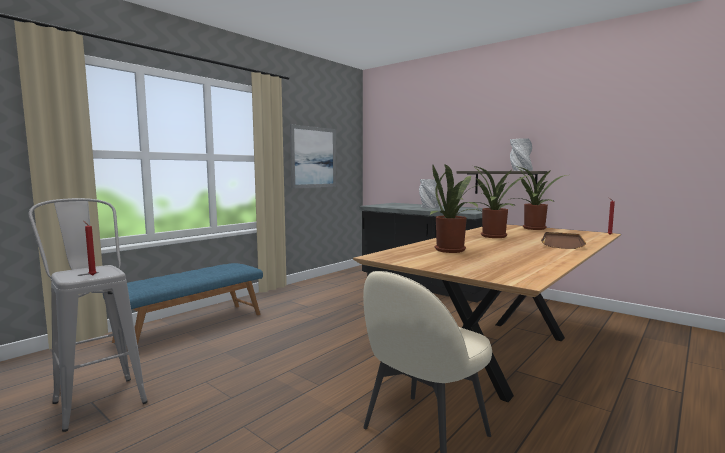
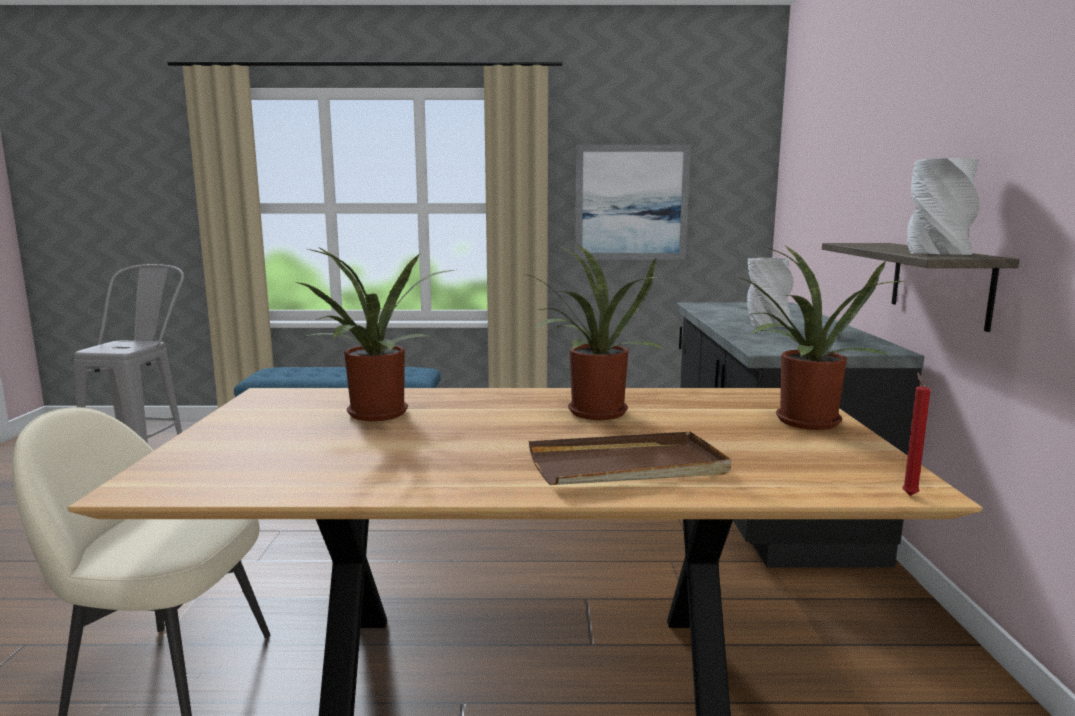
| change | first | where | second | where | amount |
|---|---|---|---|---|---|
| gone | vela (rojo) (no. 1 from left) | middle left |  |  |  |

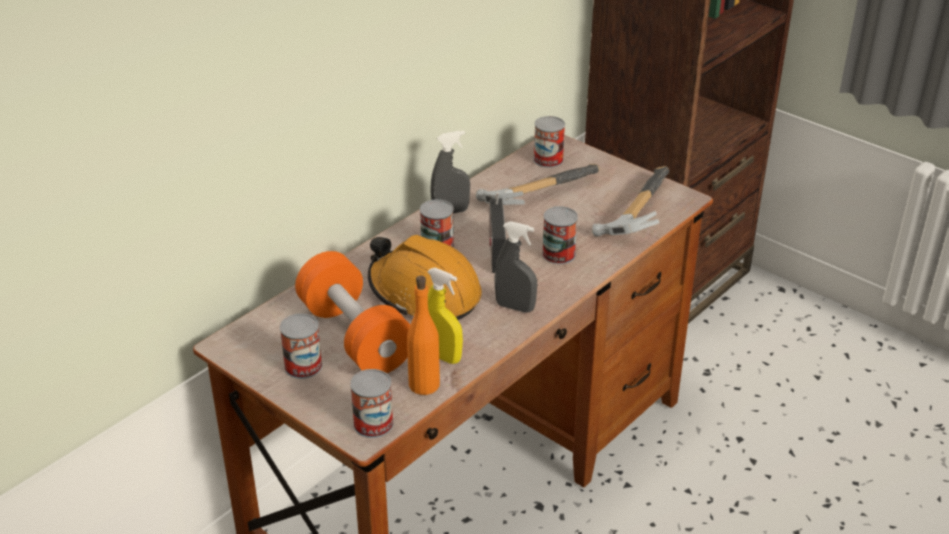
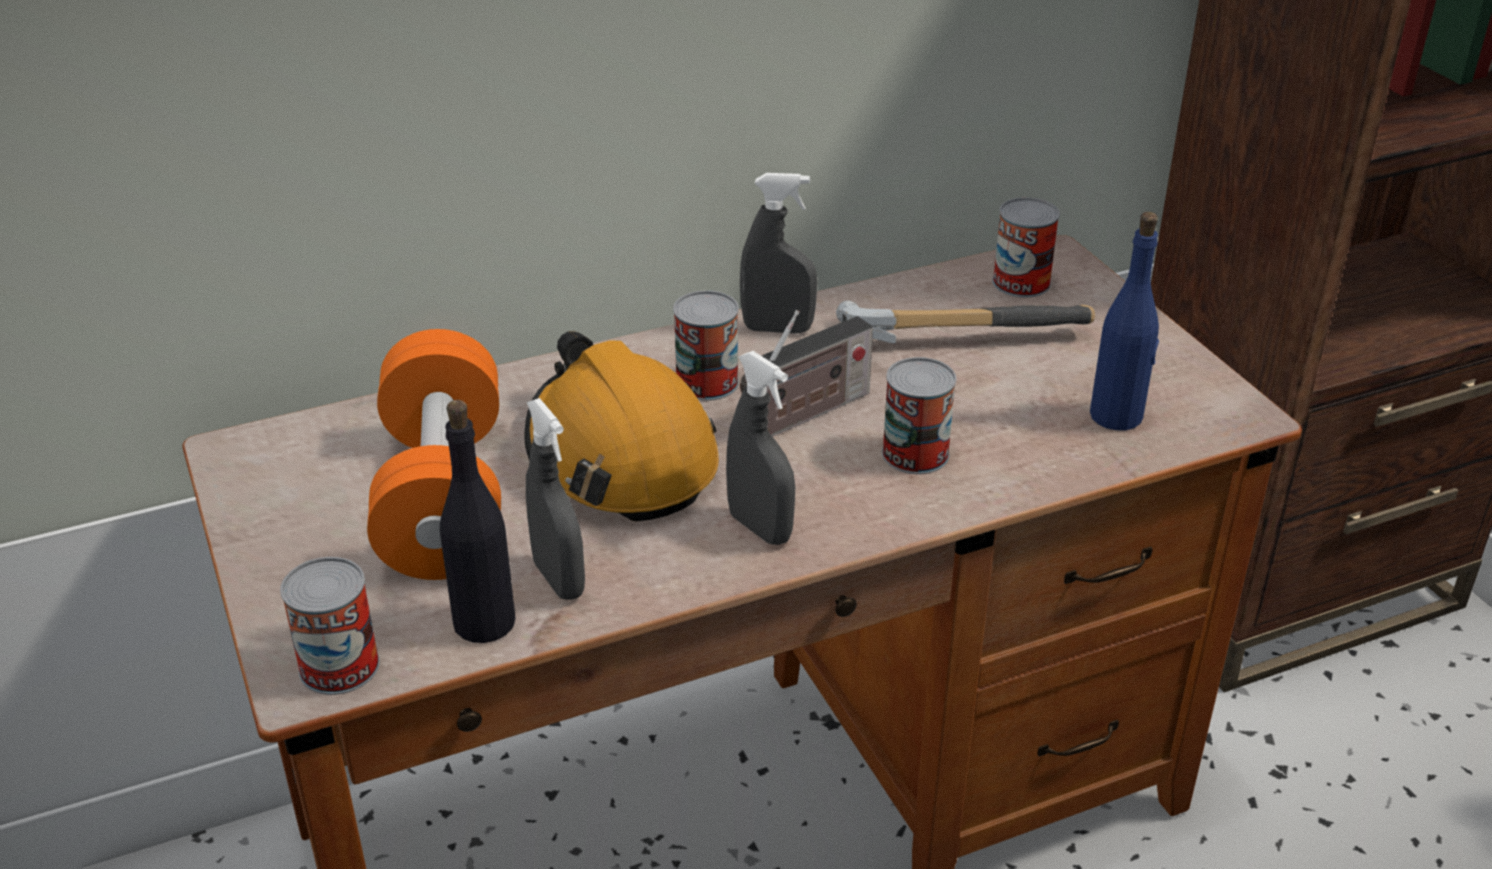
| change | first | where | second | where | amount |
|---|---|---|---|---|---|
| gone | lata (no. 1 from left) | middle left |  |  |  |
| swapped | martillo (no. 2 from left) | centre | botella (azul) | middle right |  |
| repainted | botella (naranja) | centre | botella (negro) | middle left |  |
| repainted | pulverizador (amarillo) | centre | pulverizador (gris) (no. 1 from left) | centre |  |
| rotated | radio | centre |  | centre | 150 degrees counterclockwise |

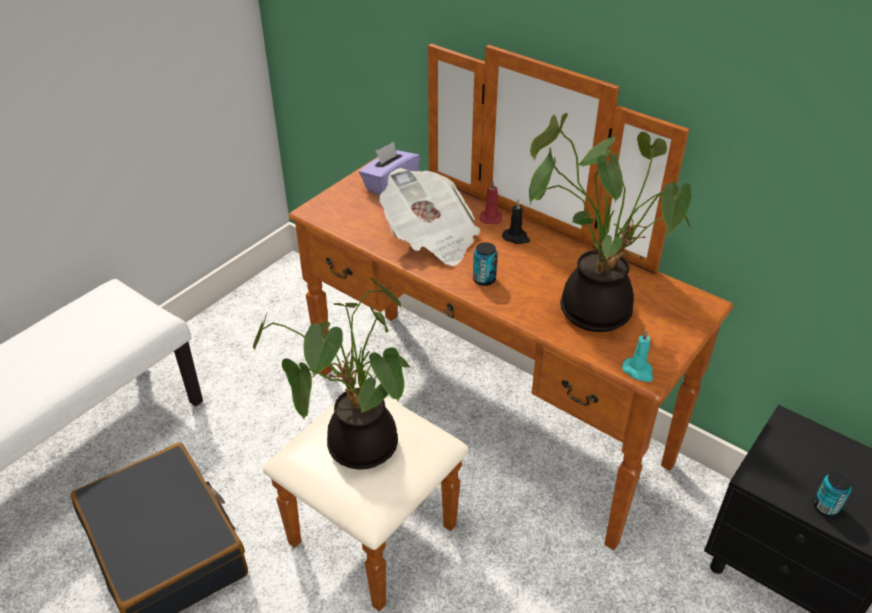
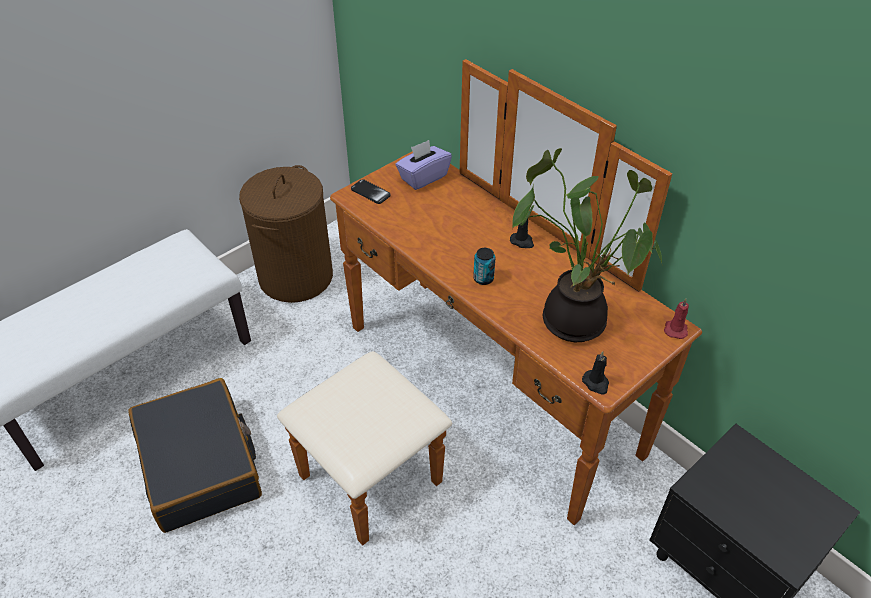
| change | first | where | second | where | amount |
|---|---|---|---|---|---|
| gone | planta en maceta (no. 1 from left) | centre |  |  |  |
| gone | periódico | centre |  |  |  |
| gone | lata (no. 2 from left) | bottom right |  |  |  |
| new |  |  | cesto de la ropa (marrón) | middle left |  |
| new |  |  | móvil | top centre |  |
| shifted | vela (rojo) | top centre |  | middle right |  |
| repainted | vela (turquesa) | middle right | vela (negro) (no. 2 from left) | middle right |  |

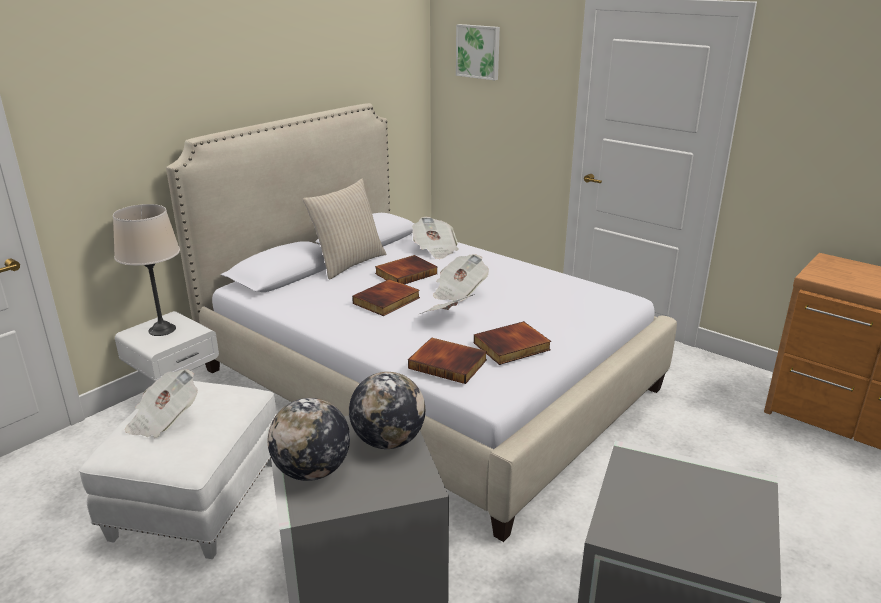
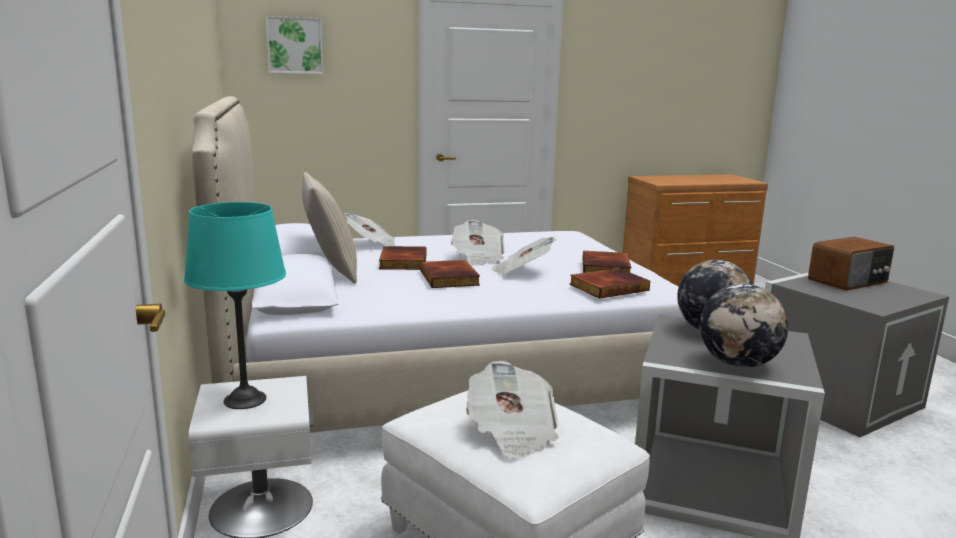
| change | first | where | second | where | amount |
|---|---|---|---|---|---|
| new |  |  | radio | middle right |  |
| repainted | lámpara de mesa (beis) | middle left | lámpara de mesa (turquesa) | middle left |  |

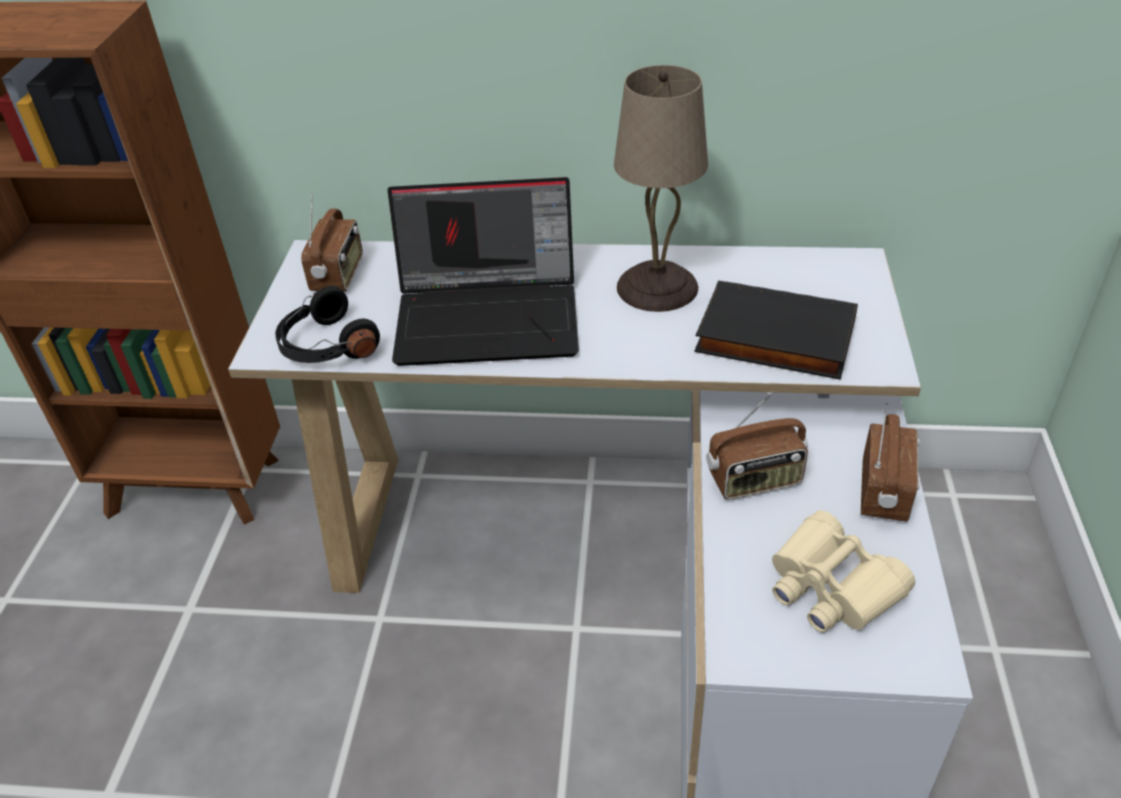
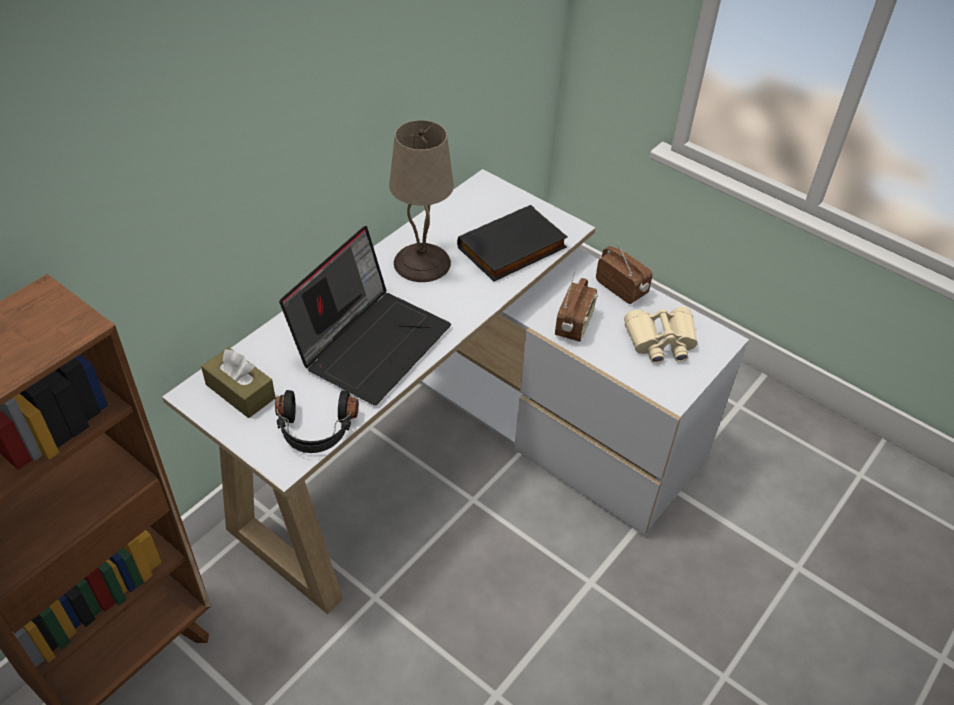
| change | first | where | second | where | amount |
|---|---|---|---|---|---|
| swapped | radio (no. 1 from left) | top left | caja de pañuelos (marrón) | middle left |  |

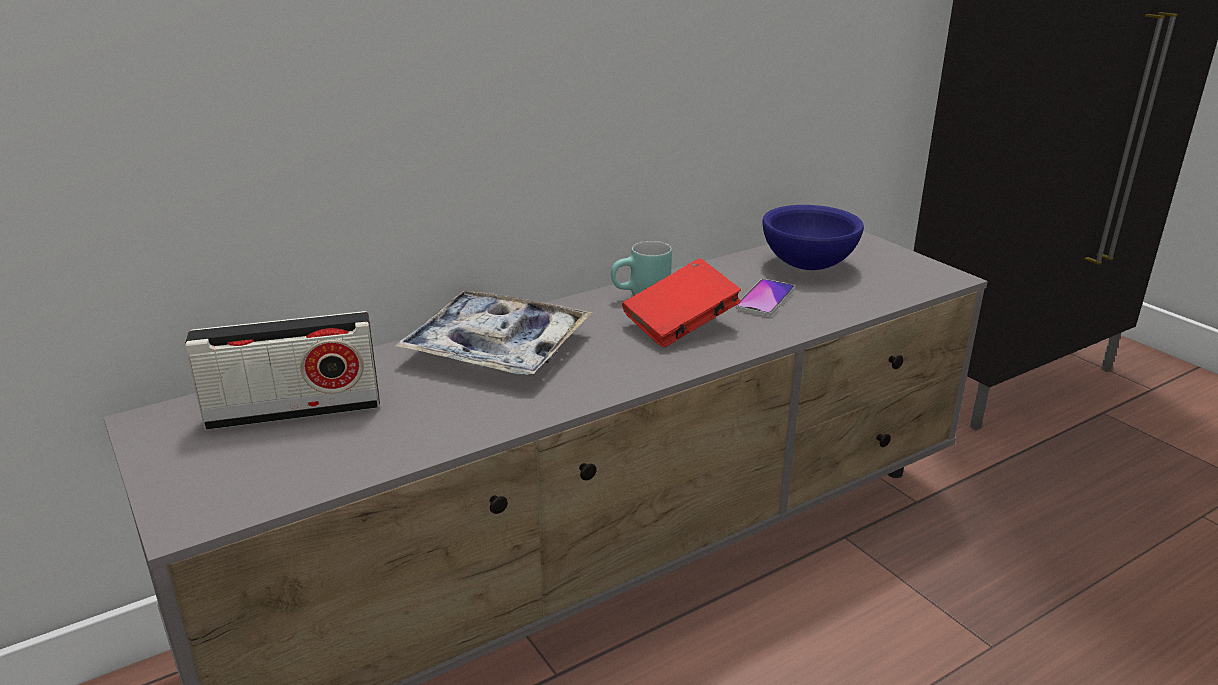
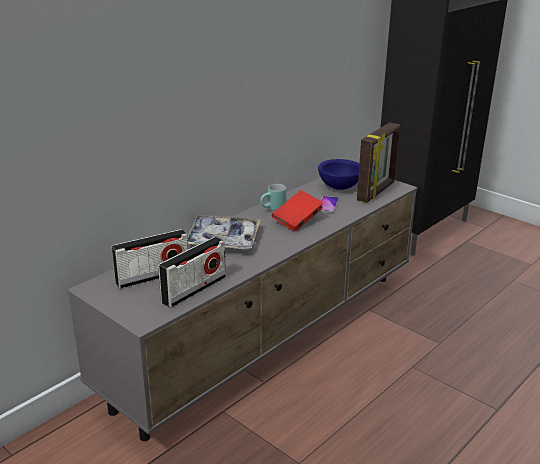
| change | first | where | second | where | amount |
|---|---|---|---|---|---|
| new |  |  | radio (no. 2 from left) | centre |  |
| new |  |  | portarretratos | middle right |  |

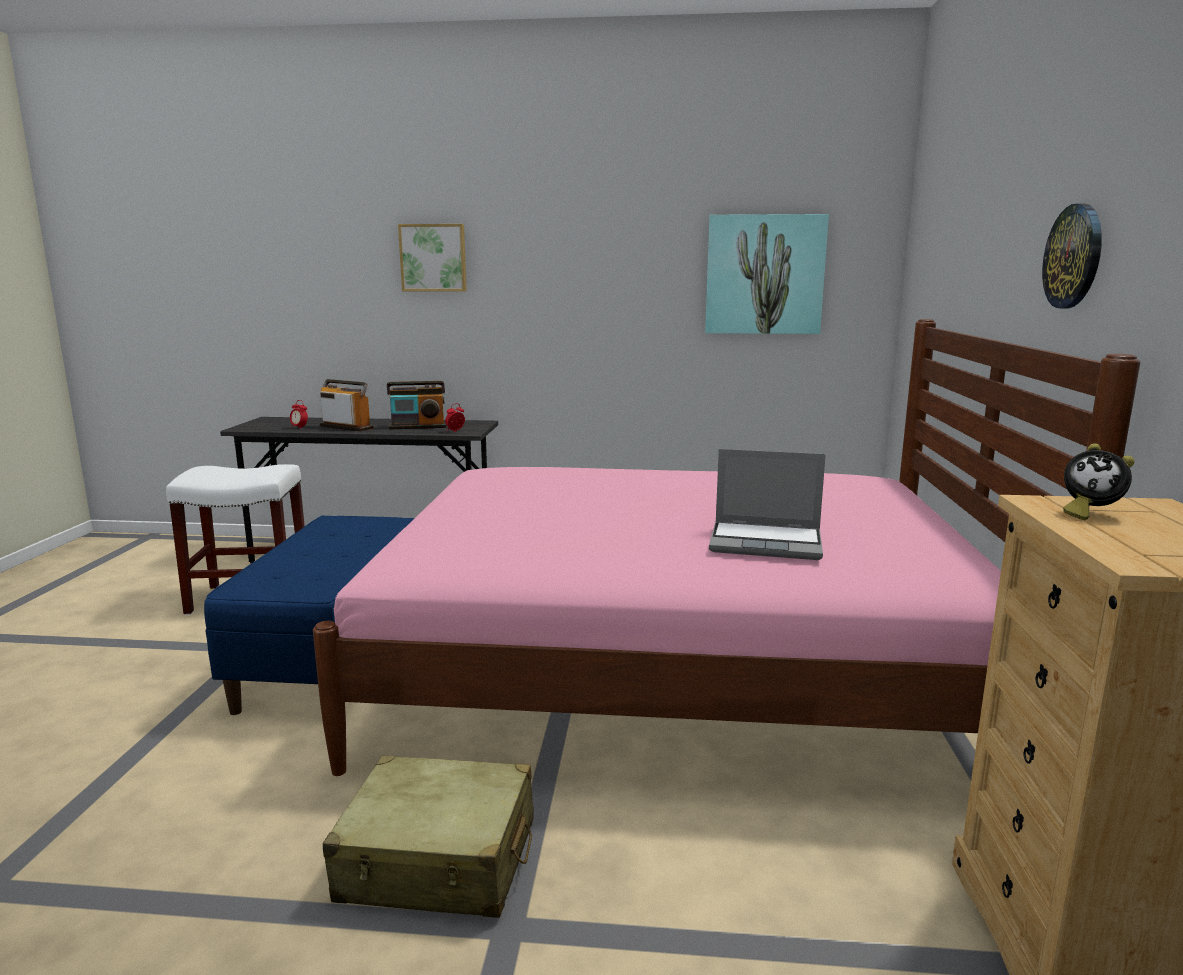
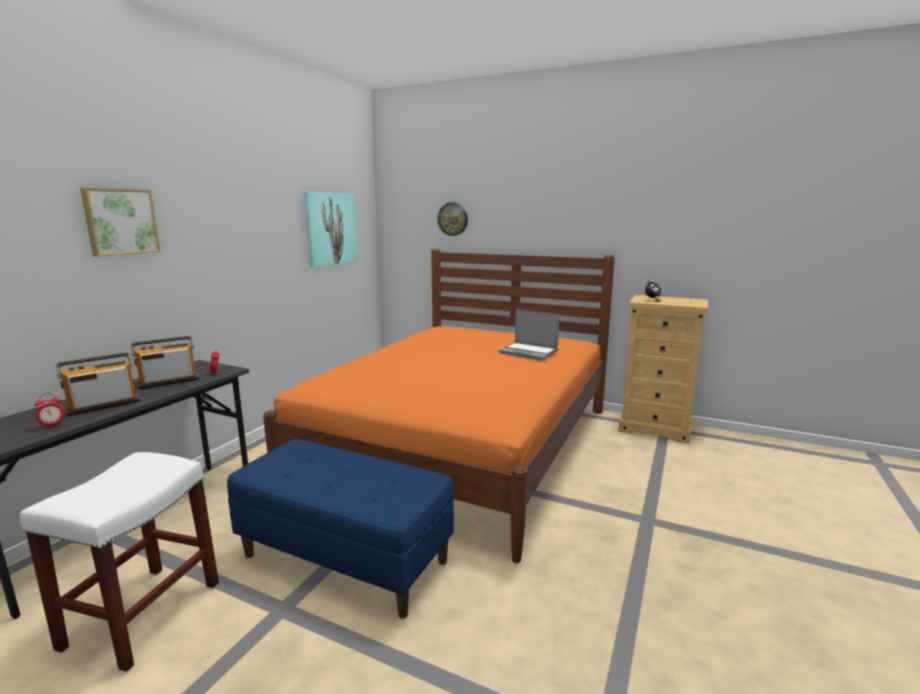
| change | first | where | second | where | amount |
|---|---|---|---|---|---|
| gone | maleta (beis) | bottom centre |  |  |  |
| shifted | reloj de pared | top right |  | top centre |  |
| repainted | cama (rosa) | centre | cama (naranja) | centre |  |
| rotated | radio (no. 2 from left) | centre |  | middle left | 135 degrees counterclockwise |
| rotated | portátil | centre |  | centre | 90 degrees clockwise |

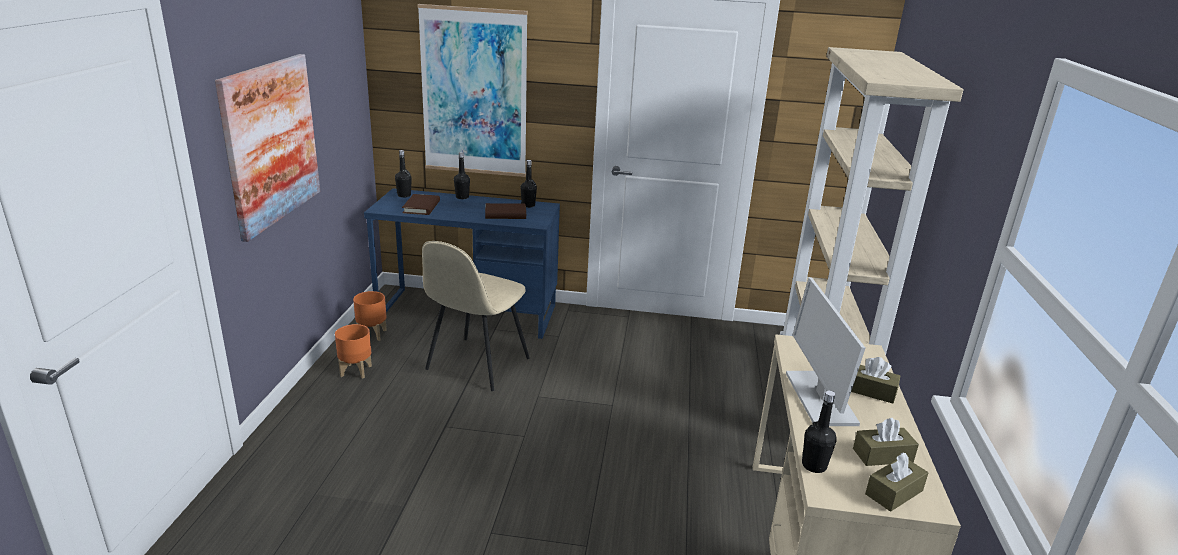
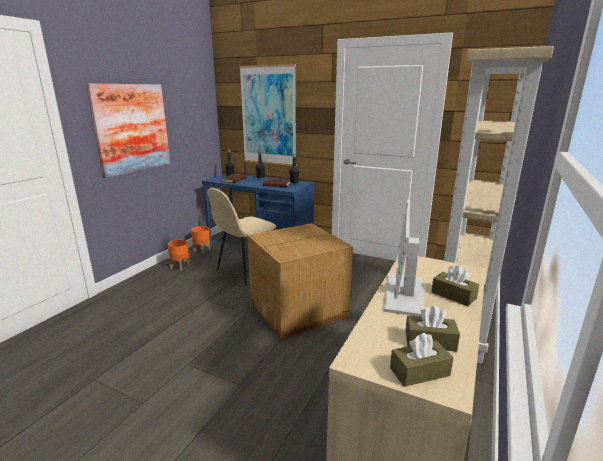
| change | first | where | second | where | amount |
|---|---|---|---|---|---|
| gone | botella (negro) (no. 4 from left) | bottom right |  |  |  |
| new |  |  | caja de cartón | centre |  |

